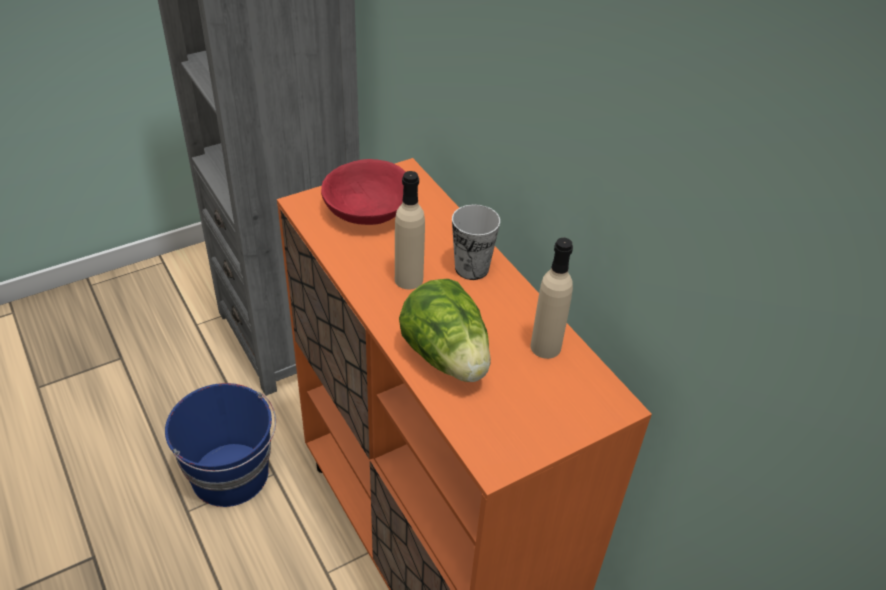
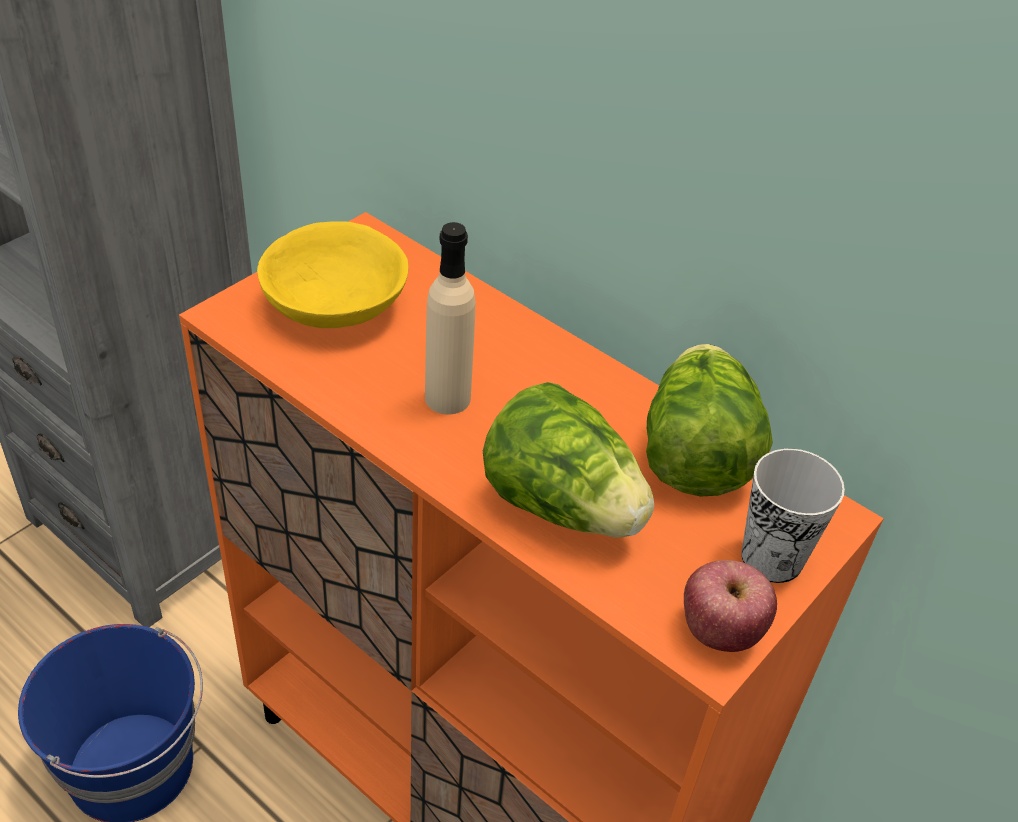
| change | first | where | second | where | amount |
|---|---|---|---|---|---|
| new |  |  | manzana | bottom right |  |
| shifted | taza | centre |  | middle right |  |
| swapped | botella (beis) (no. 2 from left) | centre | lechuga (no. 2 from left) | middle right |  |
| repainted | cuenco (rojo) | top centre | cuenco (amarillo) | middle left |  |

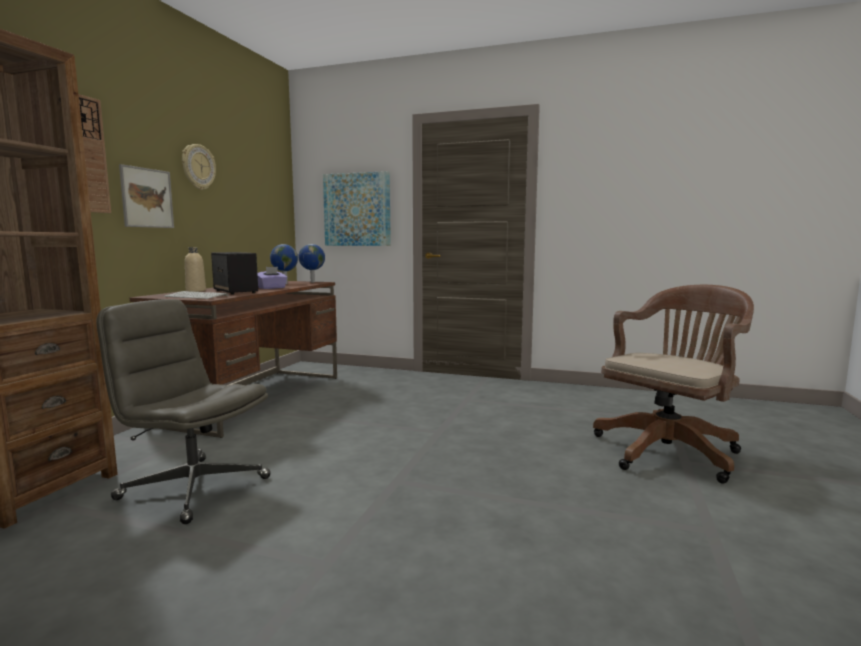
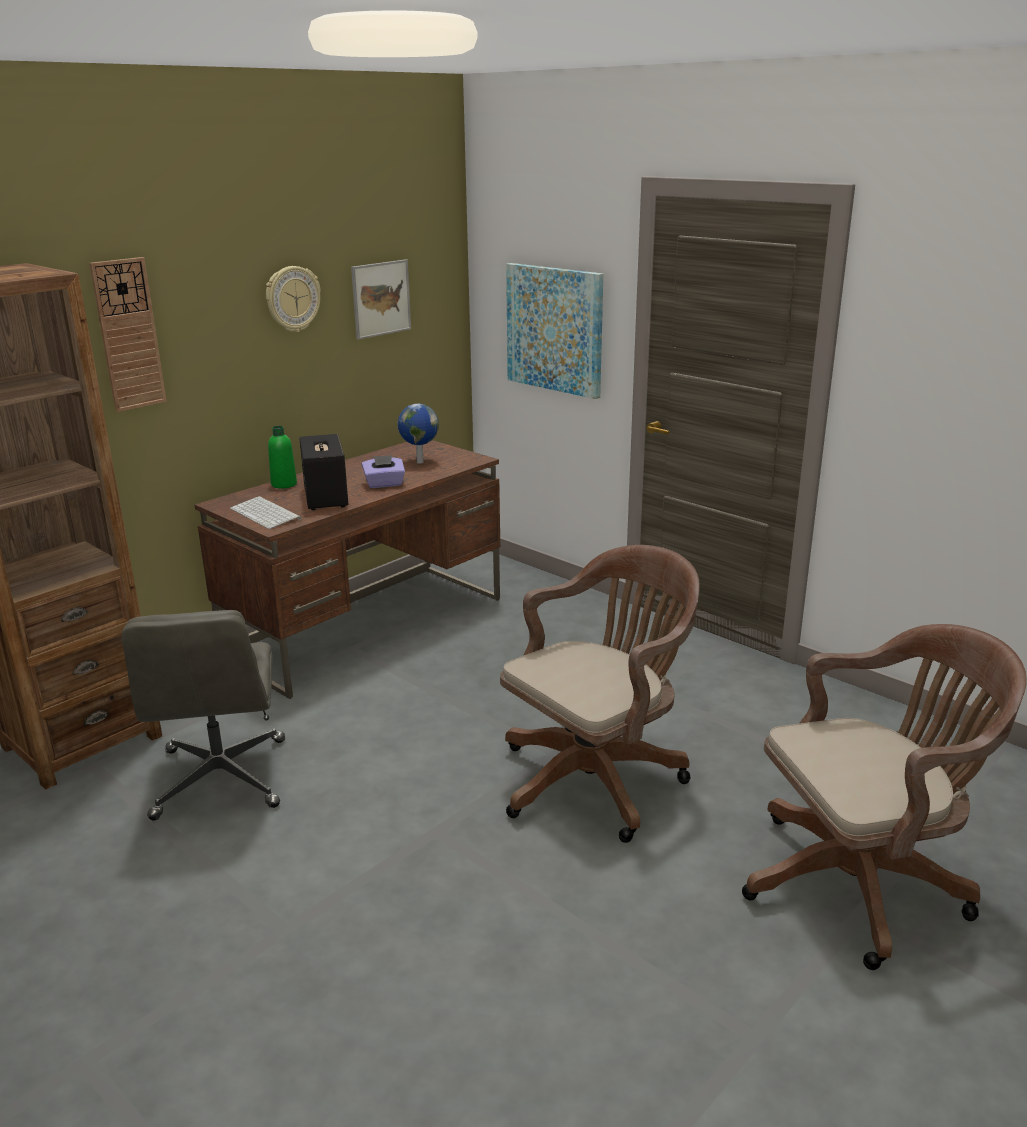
| change | first | where | second | where | amount |
|---|---|---|---|---|---|
| gone | globo terráqueo (no. 2 from left) | centre |  |  |  |
| new |  |  | silla de oficina (marrón) (no. 1 from left) | centre |  |
| shifted | cuadro (no. 1 from left) | top left |  | top centre |  |
| repainted | botella (beis) | middle left | botella (verde) | middle left |  |
| rotated | silla de oficina (gris) | middle left |  | middle left | 150 degrees counterclockwise |

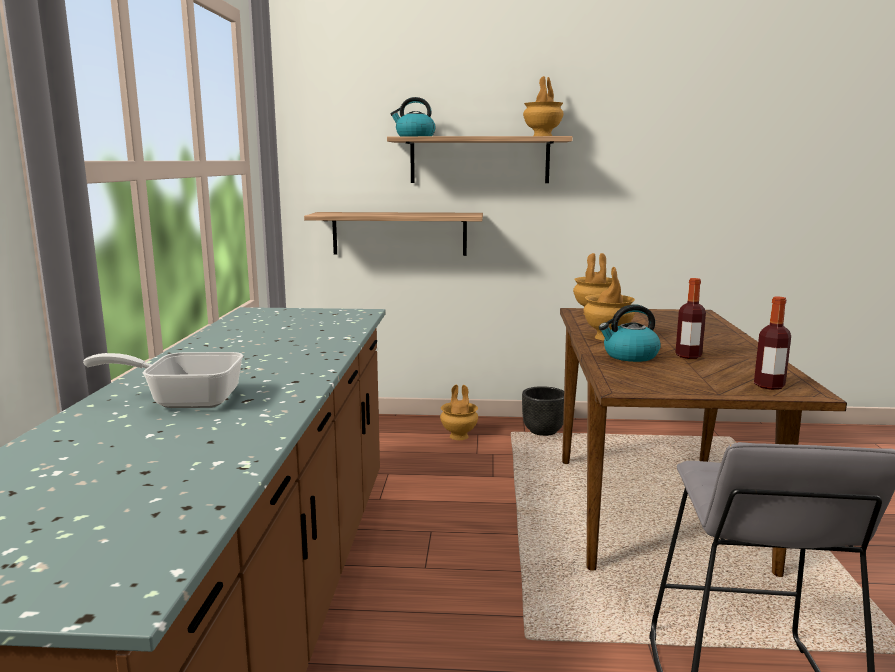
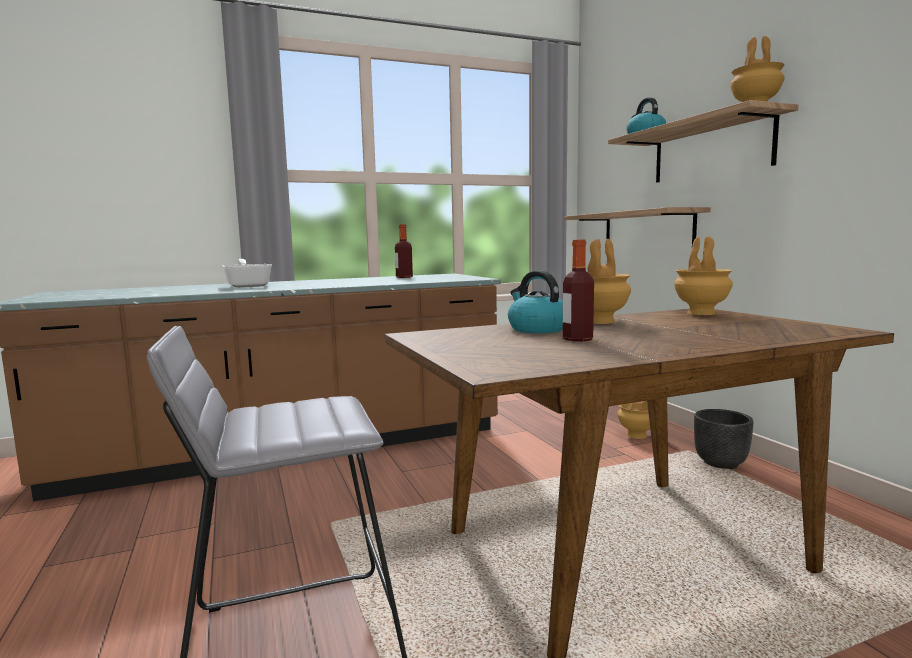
| change | first | where | second | where | amount |
|---|---|---|---|---|---|
| shifted | botella (no. 2 from left in the first image) | middle right | botella (no. 1 from left) | centre |  |

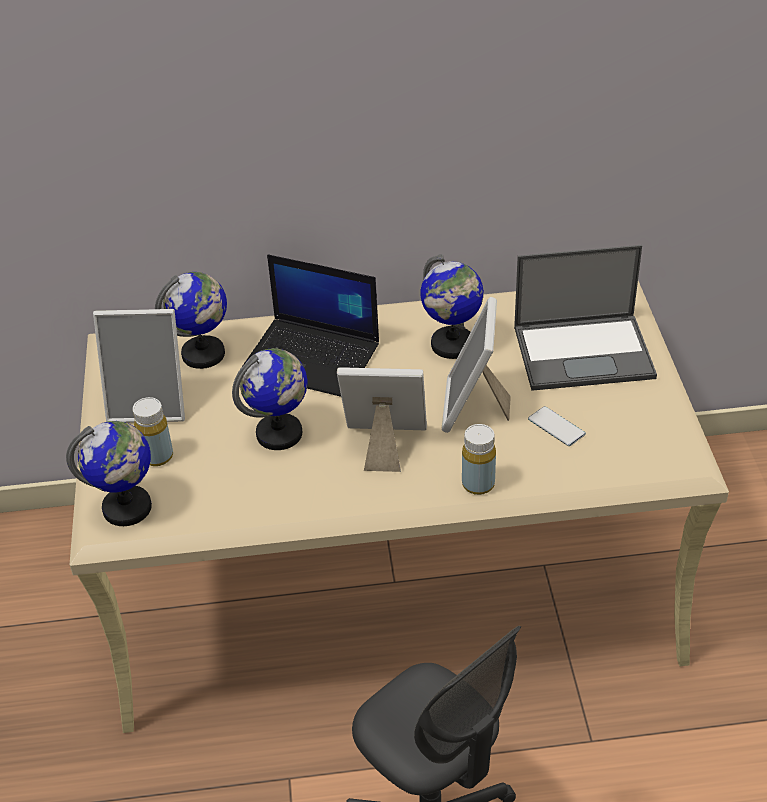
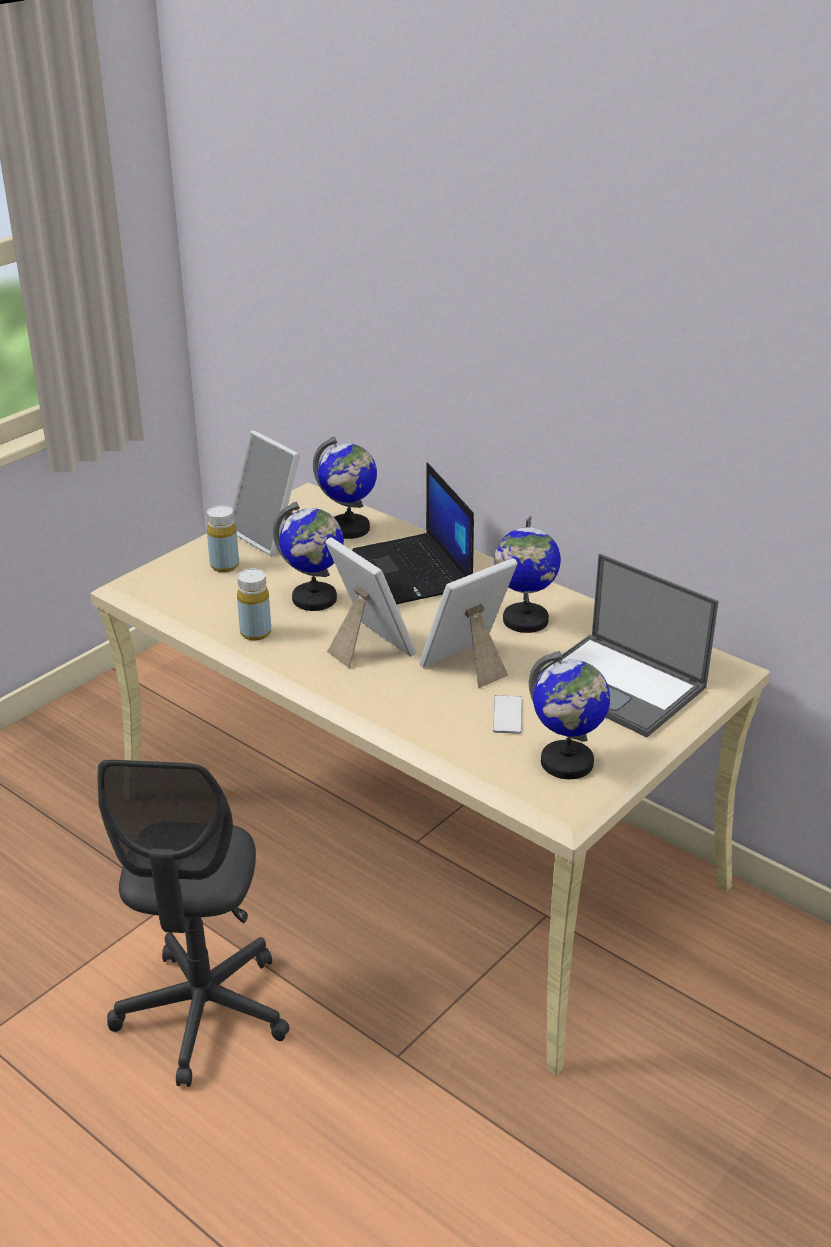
| change | first | where | second | where | amount |
|---|---|---|---|---|---|
| shifted | globo terráqueo (no. 1 from left in the first image) | middle left | globo terráqueo (no. 4 from left) | middle right |  |
| shifted | botella (amarillo) (no. 2 from left) | centre |  | middle left |  |

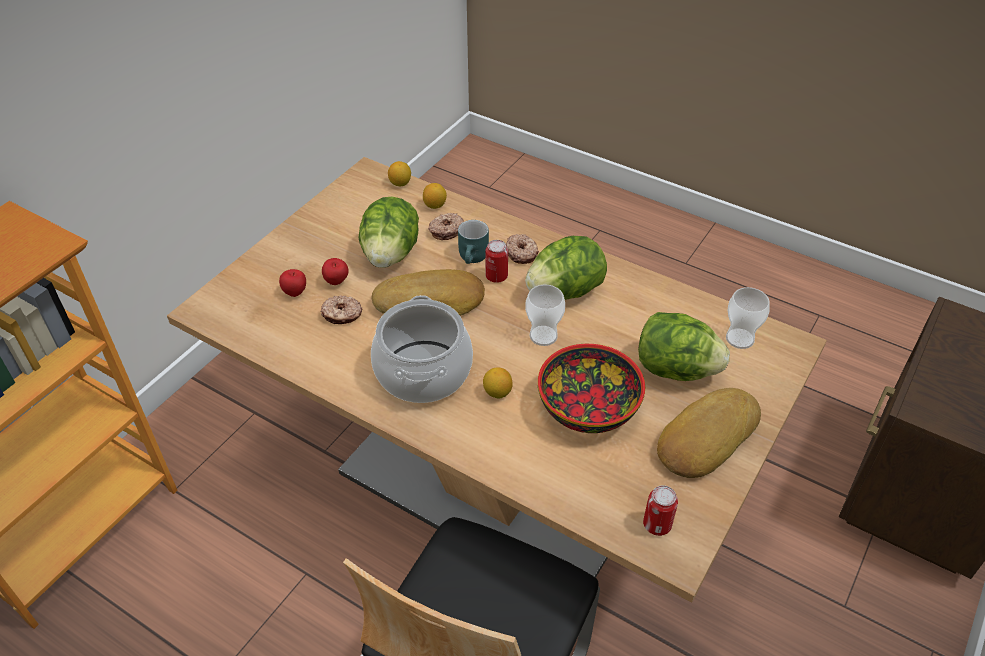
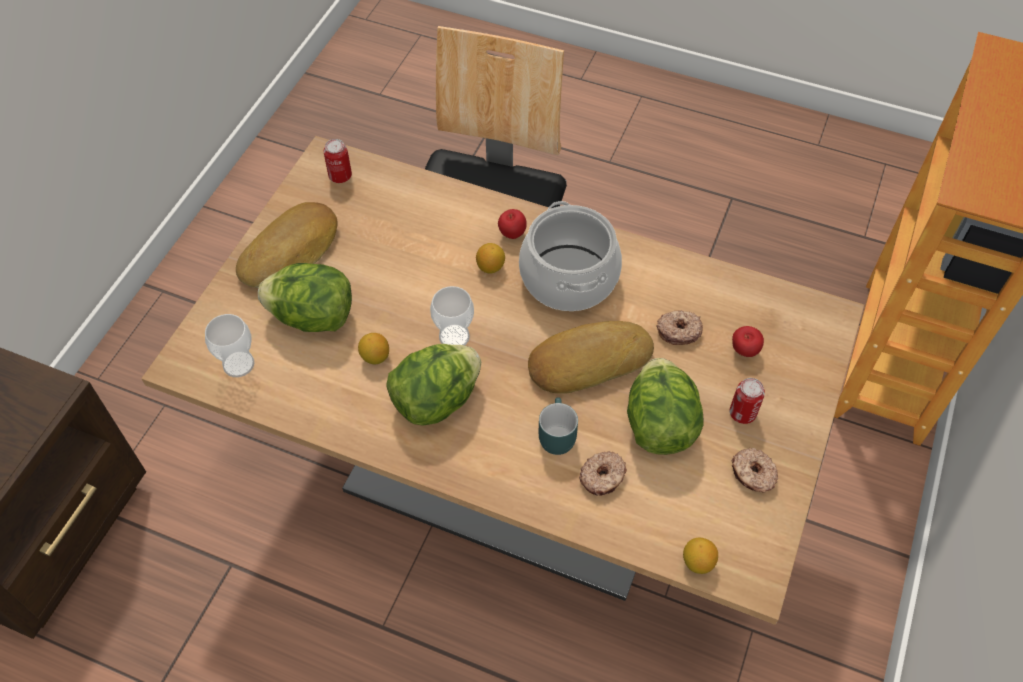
| change | first | where | second | where | amount |
|---|---|---|---|---|---|
| gone | cuenco | centre |  |  |  |
| shifted | manzana (no. 2 from left in the first image) | centre | manzana (no. 1 from left) | top centre |  |
| shifted | limón (no. 2 from left in the first image) | top centre | limón (no. 1 from left) | centre |  |
| shifted | lata (no. 1 from left in the first image) | centre | lata (no. 2 from left) | middle right |  |
| shifted | rosquilla (no. 3 from left) | centre |  | bottom right |  |

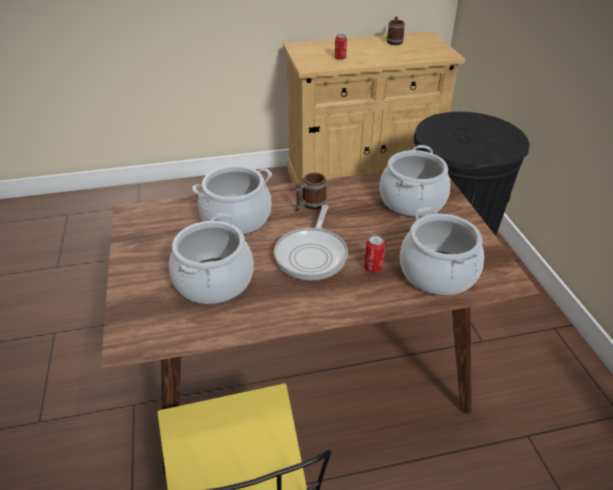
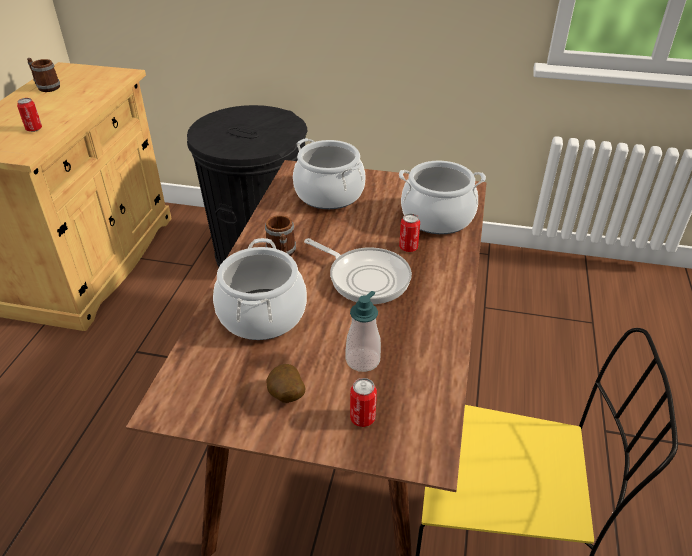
| change | first | where | second | where | amount |
|---|---|---|---|---|---|
| new |  |  | patata | bottom centre |  |
| new |  |  | lata (no. 2 from left) | bottom centre |  |
| swapped | olla (no. 1 from left) | centre | dispensador de jabón | centre |  |

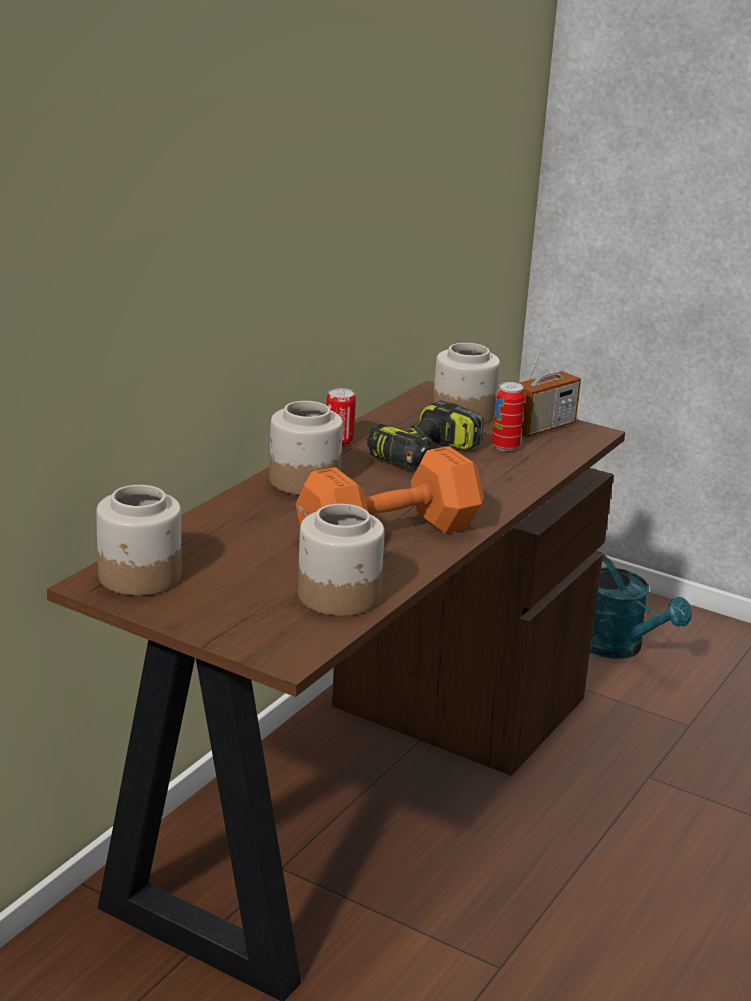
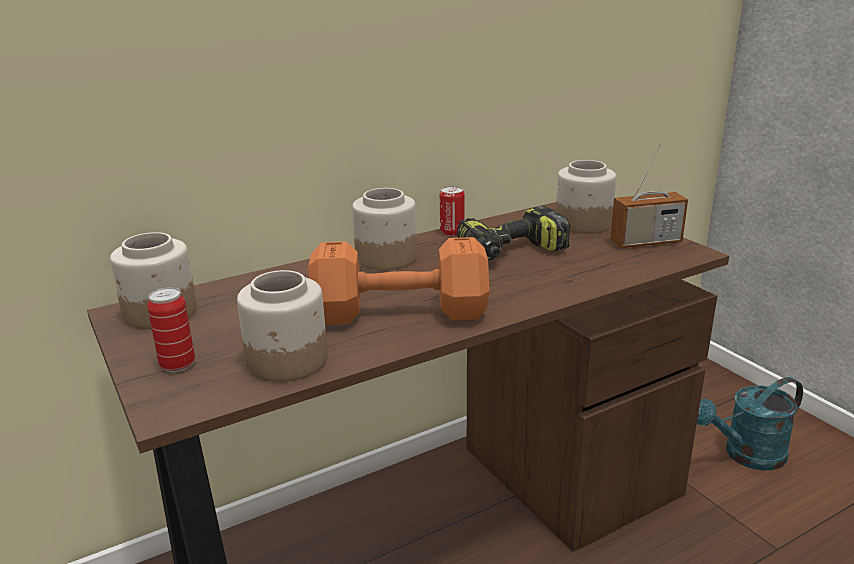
| change | first | where | second | where | amount |
|---|---|---|---|---|---|
| shifted | lata (no. 2 from left in the first image) | middle right | lata (no. 1 from left) | middle left |  |
| rotated | regadera (turquesa) | middle right |  | bottom right | 75 degrees clockwise |

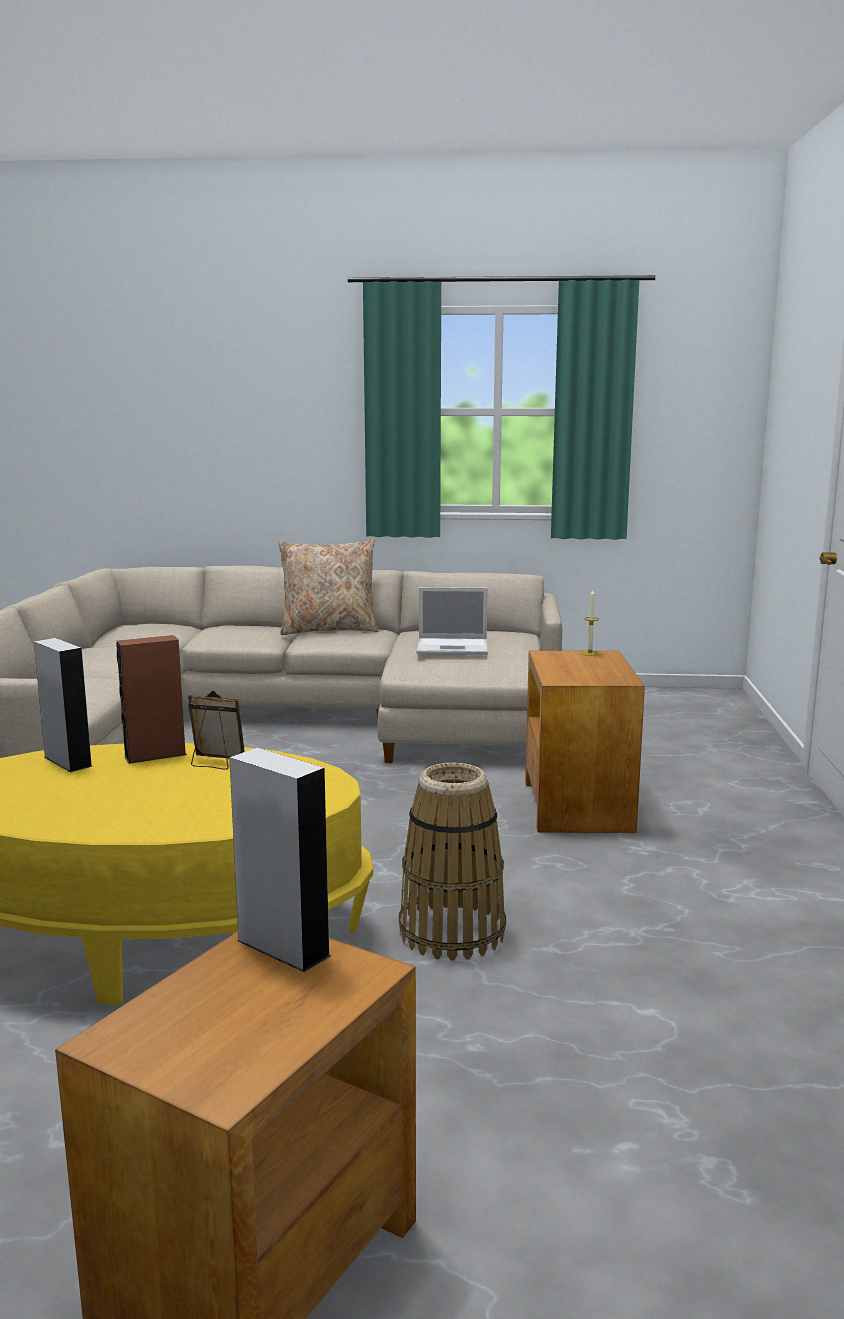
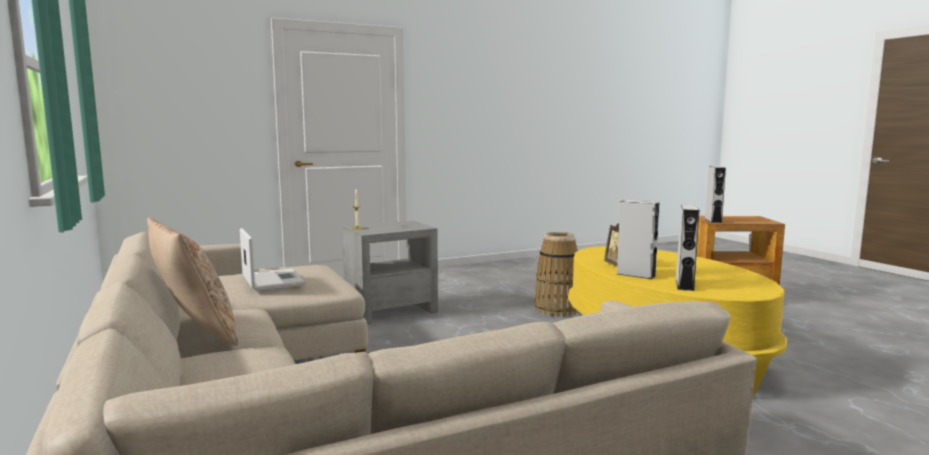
| change | first | where | second | where | amount |
|---|---|---|---|---|---|
| repainted | altavoz (marrón) | middle left | altavoz (gris) (no. 1 from left) | middle right |  |
| repainted | mesa auxiliar (marrón) (no. 2 from left) | middle right | mesa auxiliar (gris) | centre |  |

